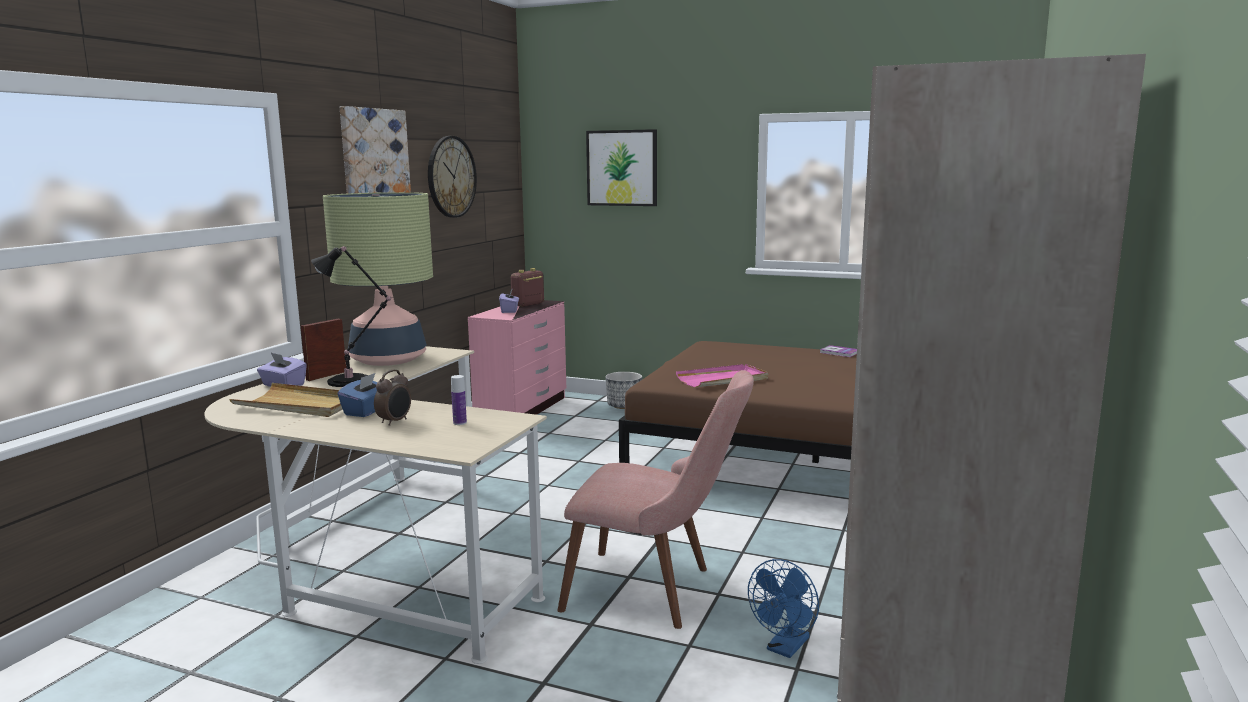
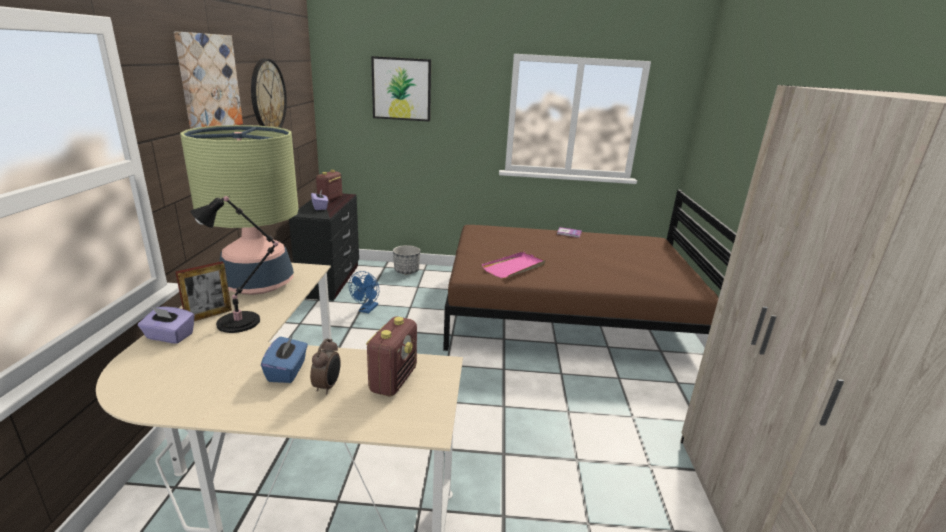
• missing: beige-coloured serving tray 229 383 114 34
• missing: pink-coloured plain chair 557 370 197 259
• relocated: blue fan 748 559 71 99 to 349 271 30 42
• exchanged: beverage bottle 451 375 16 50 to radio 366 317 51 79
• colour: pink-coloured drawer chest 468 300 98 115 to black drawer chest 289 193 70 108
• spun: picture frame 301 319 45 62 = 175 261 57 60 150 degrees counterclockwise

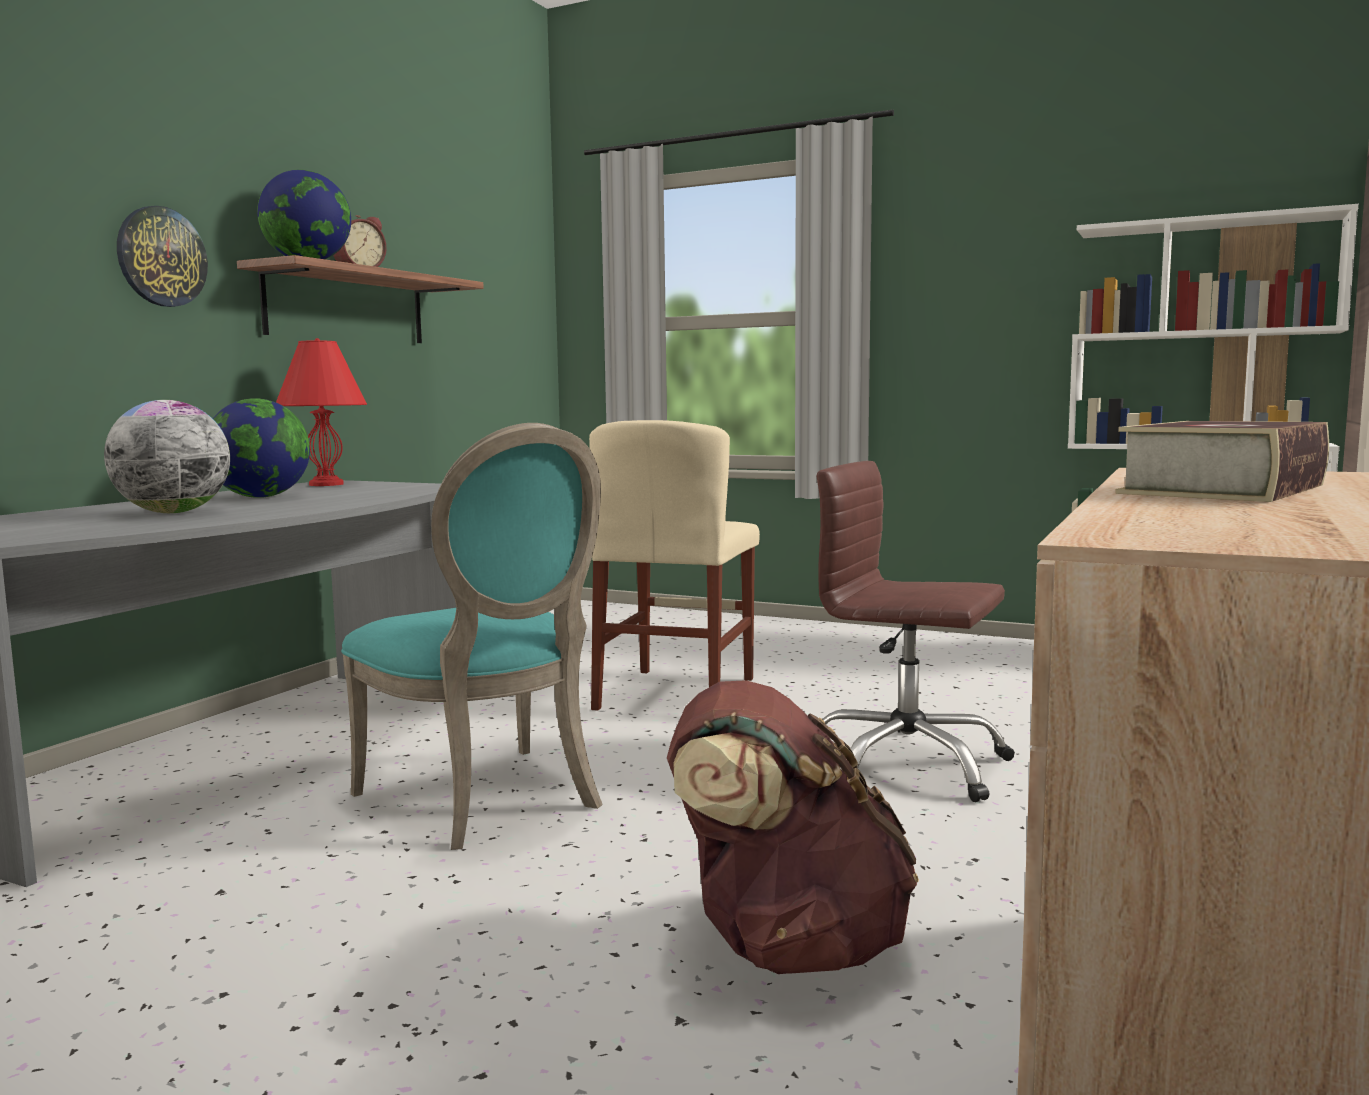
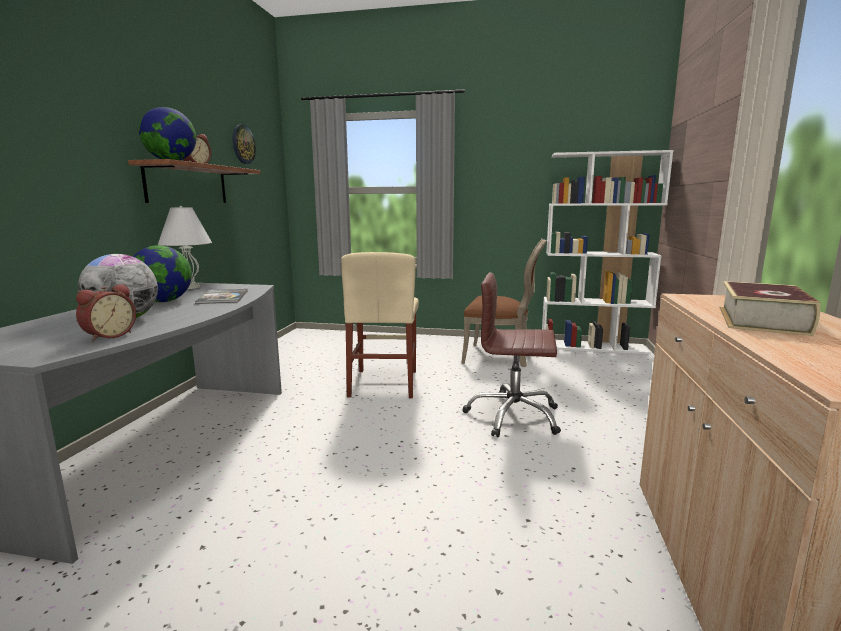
• missing: turquoise plain chair 341 423 262 427
• missing: brownish rucksack 667 680 252 294
• appeared: alarm clock 76 284 60 58
• appeared: volume 195 289 53 15
• appeared: brownish plain chair 461 239 86 128
• relocated: hanging clock 117 206 91 101 to 233 124 23 40
• colour: red-coloured lamp for a table 276 338 91 148 to whitish lamp for a table 157 206 55 83

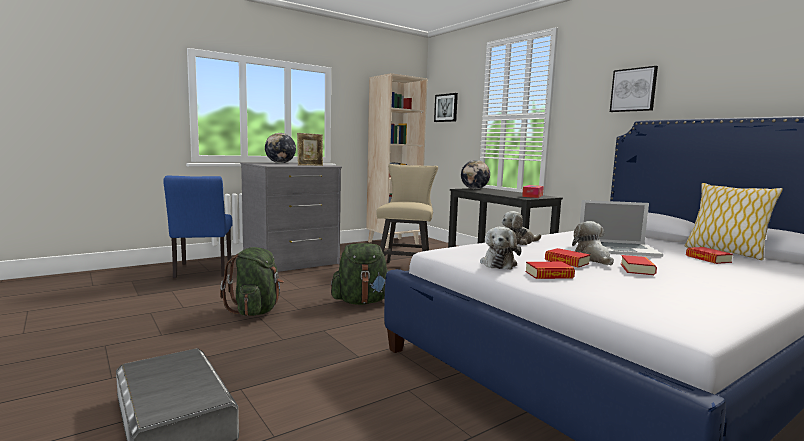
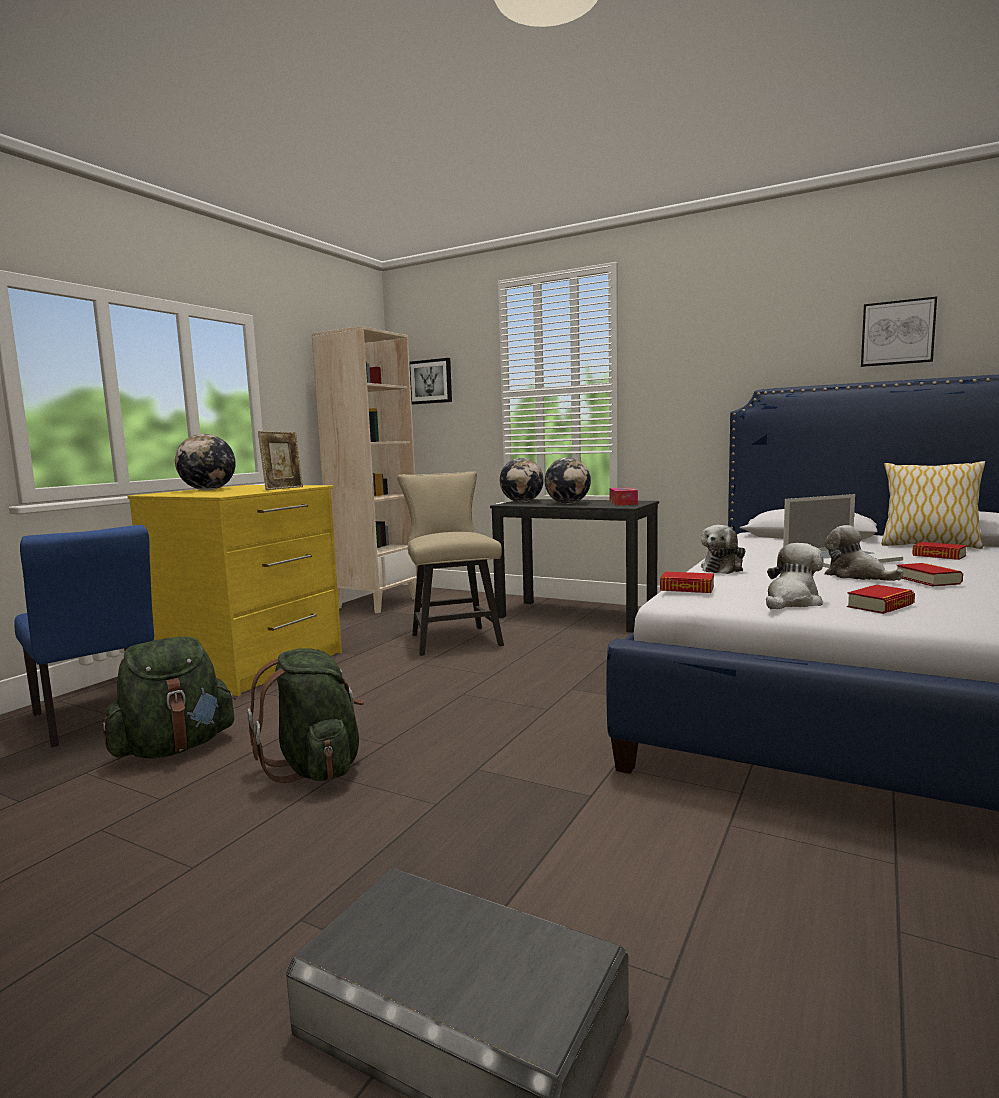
• appeared: globe 545 457 46 47
• relocated: green-coloured rucksack 331 243 58 62 to 103 636 132 122
• relocated: volume 545 248 45 20 to 660 571 54 22
• relocated: wall picture 610 66 48 46 to 861 296 76 71
• colour: greyish drawer chest 240 163 102 109 to yellowish drawer chest 127 485 215 211
• spun: soft toy 480 227 42 43 = 766 543 57 66 120 degrees counterclockwise

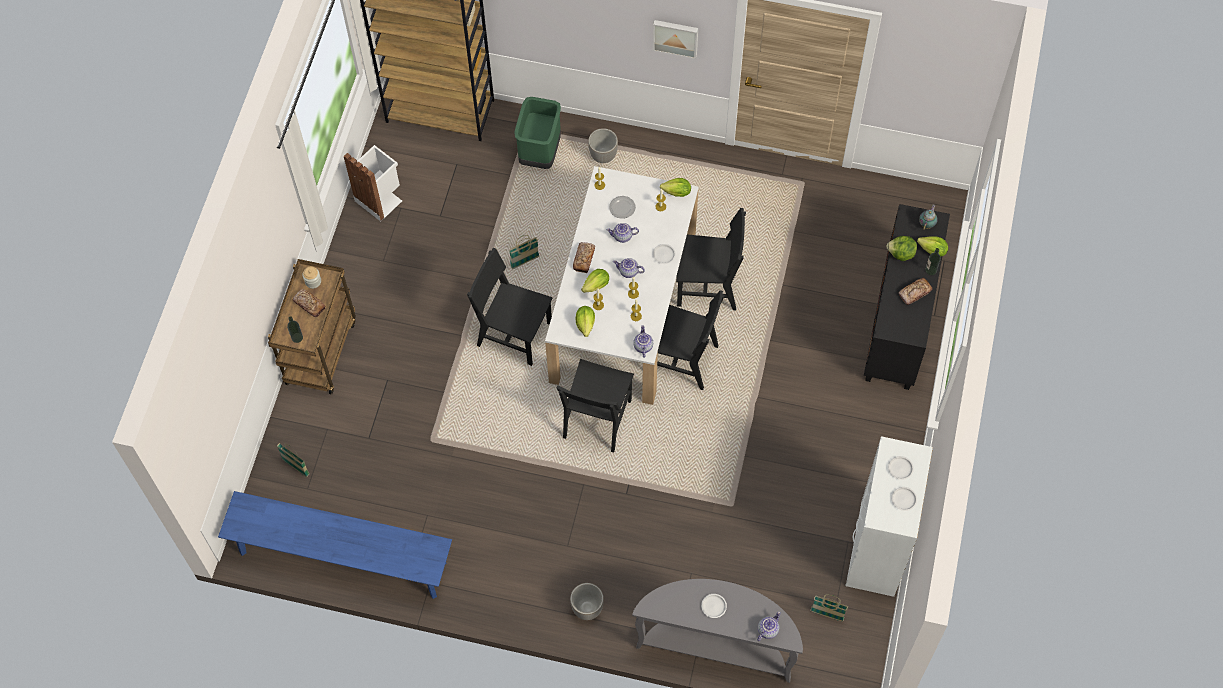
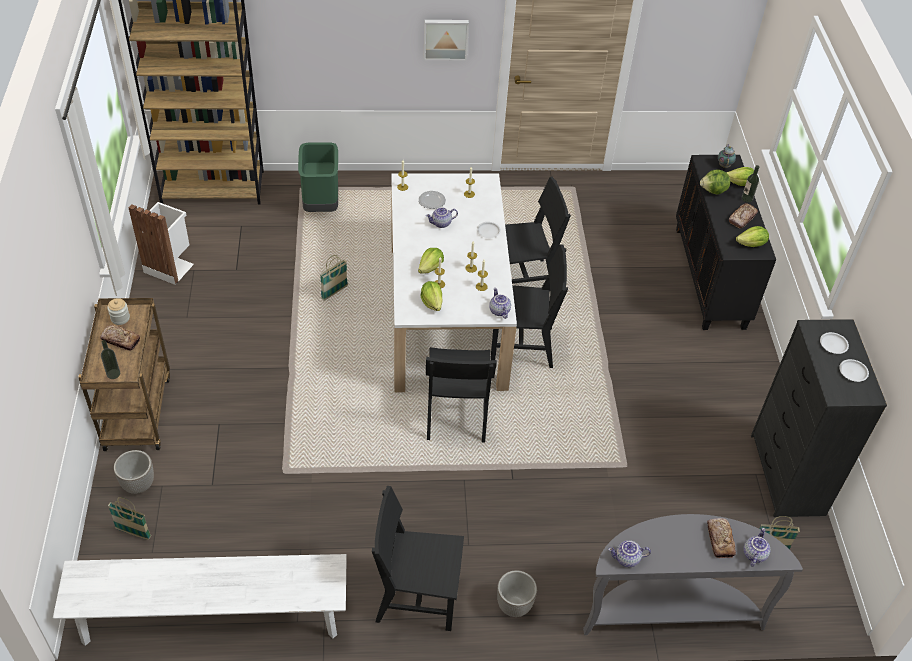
• missing: whitish dinner plate 701 594 26 24
• relocated: black plain chair 467 248 85 118 to 372 486 92 145
• relocated: bread 573 242 22 31 to 707 518 29 40
• relocated: planter 588 128 30 35 to 114 450 40 44
• relocated: teapot 613 258 32 20 to 608 540 43 27
• relocated: lettuce 660 178 31 19 to 736 226 33 21
• colour: blue indoor bench 218 491 234 108 to whitish indoor bench 53 554 294 92
• colour: whitish drawer chest 846 436 87 161 to black drawer chest 751 319 136 198

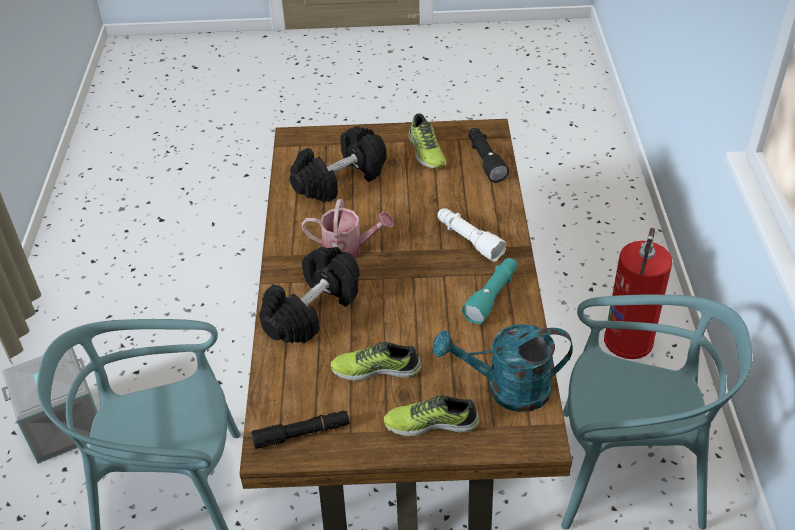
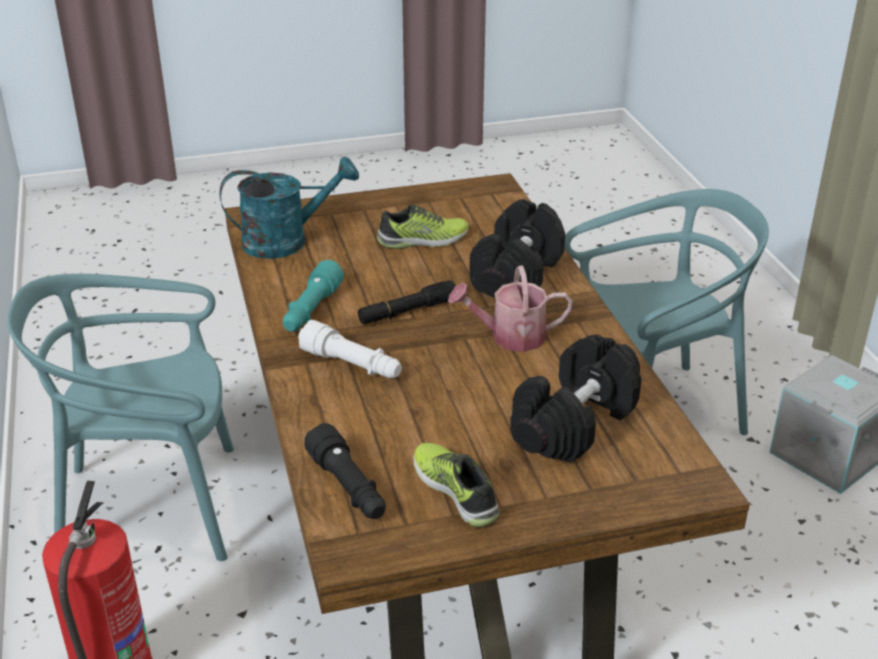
• missing: low shoe 384 395 95 42
• relocated: black torch 251 411 99 38 to 358 280 98 44

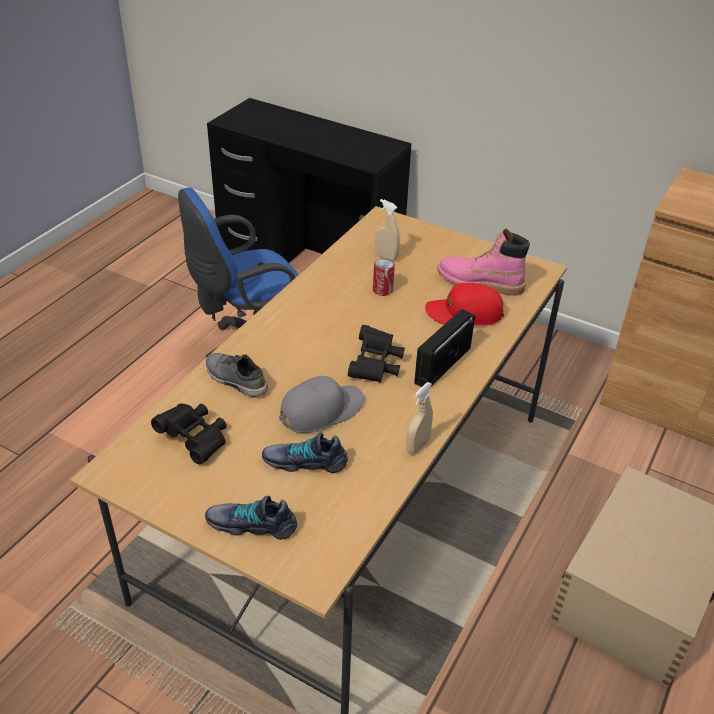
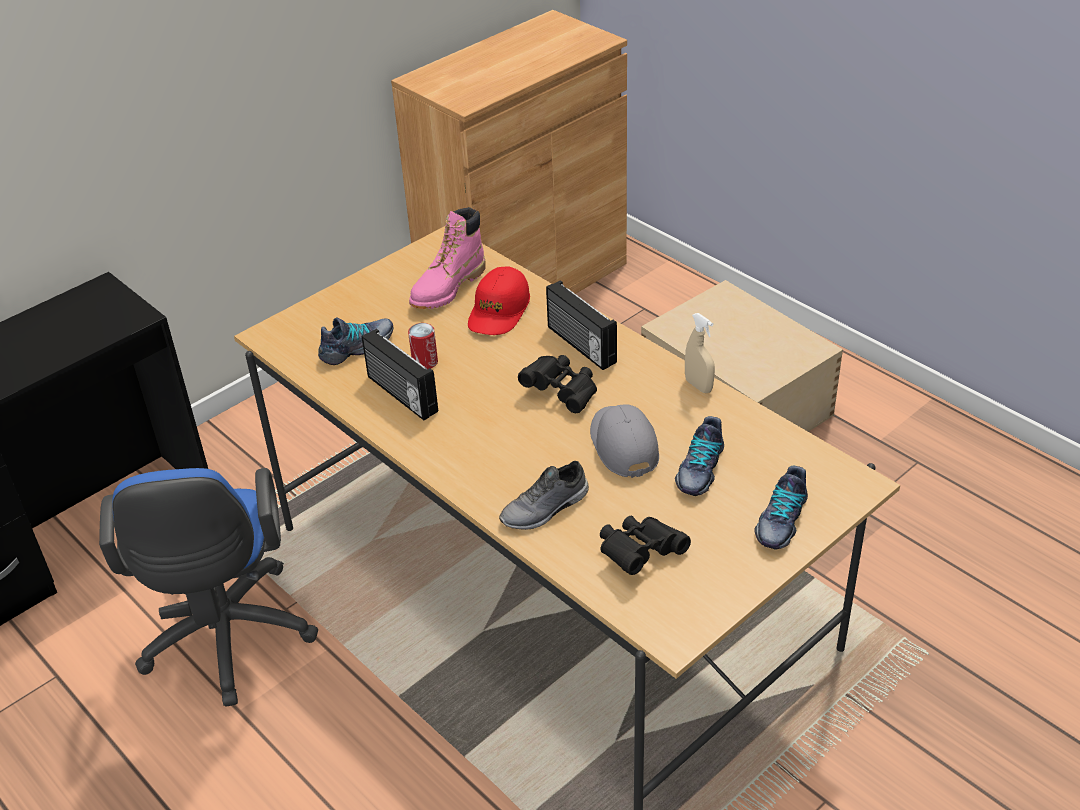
• appeared: radio 362 329 76 91
• exchanged: beige-coloured spray bottle 375 199 25 63 to low shoe 318 318 75 47

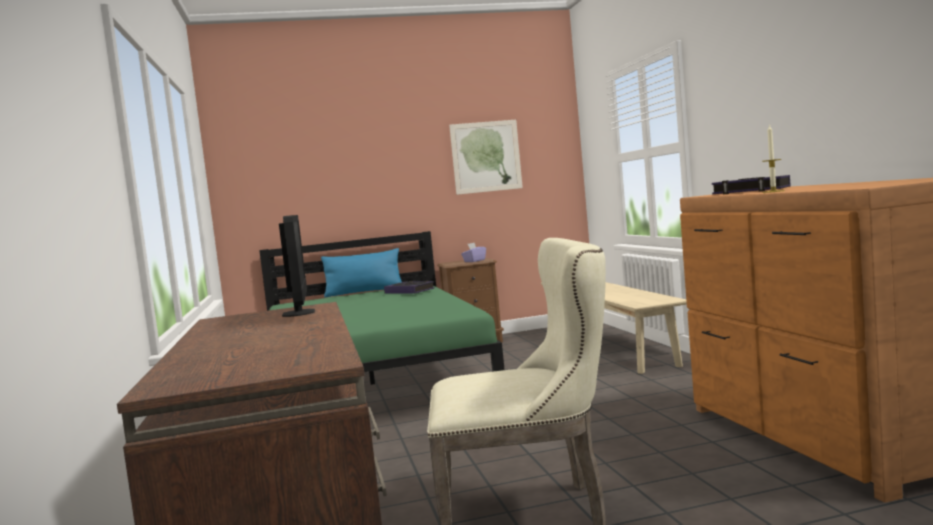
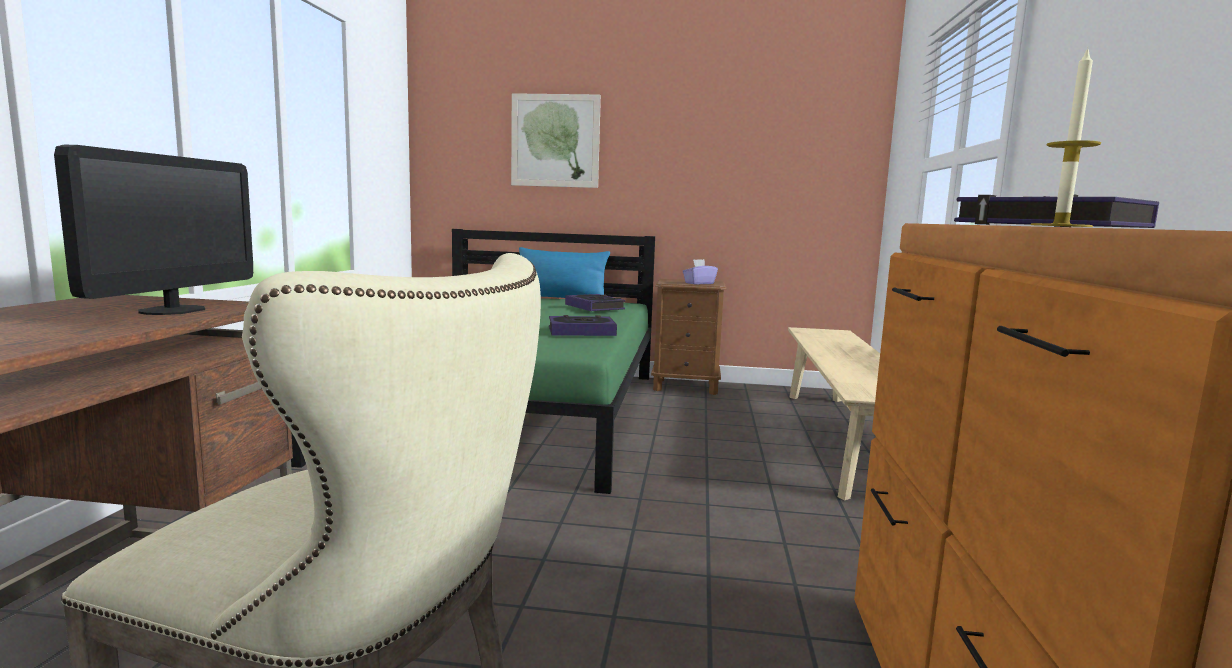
• appeared: volume 549 315 68 21
• relocated: wall picture 449 120 74 75 to 511 93 90 95

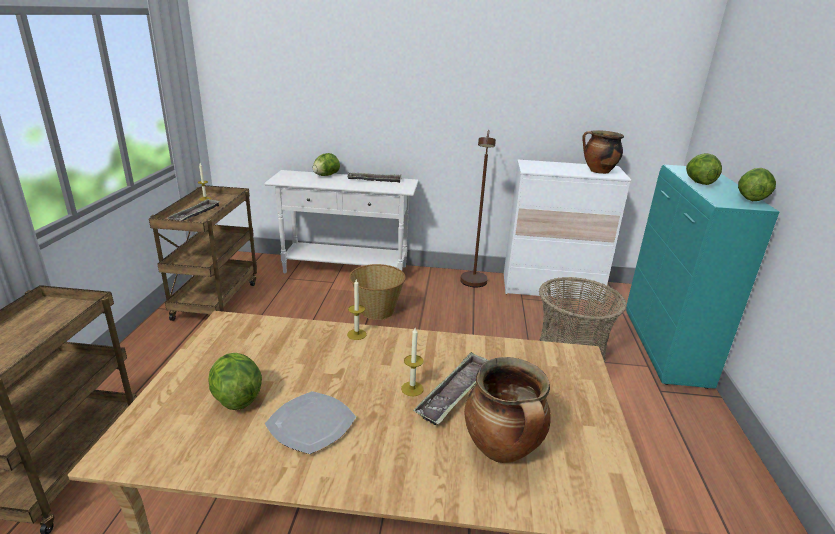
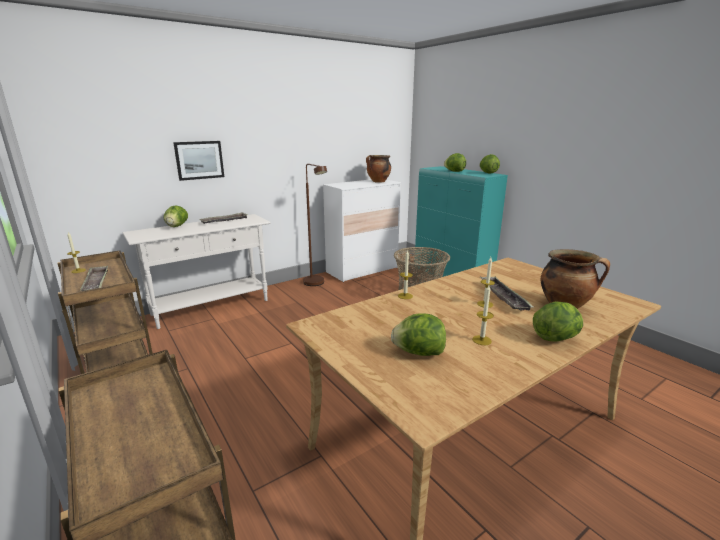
• missing: storage basket 349 264 57 56
• appeared: wall picture 173 141 51 40
• appeared: lettuce 533 301 50 40
• exchanged: dinner plate 265 391 91 63 to wax light 472 285 22 60

